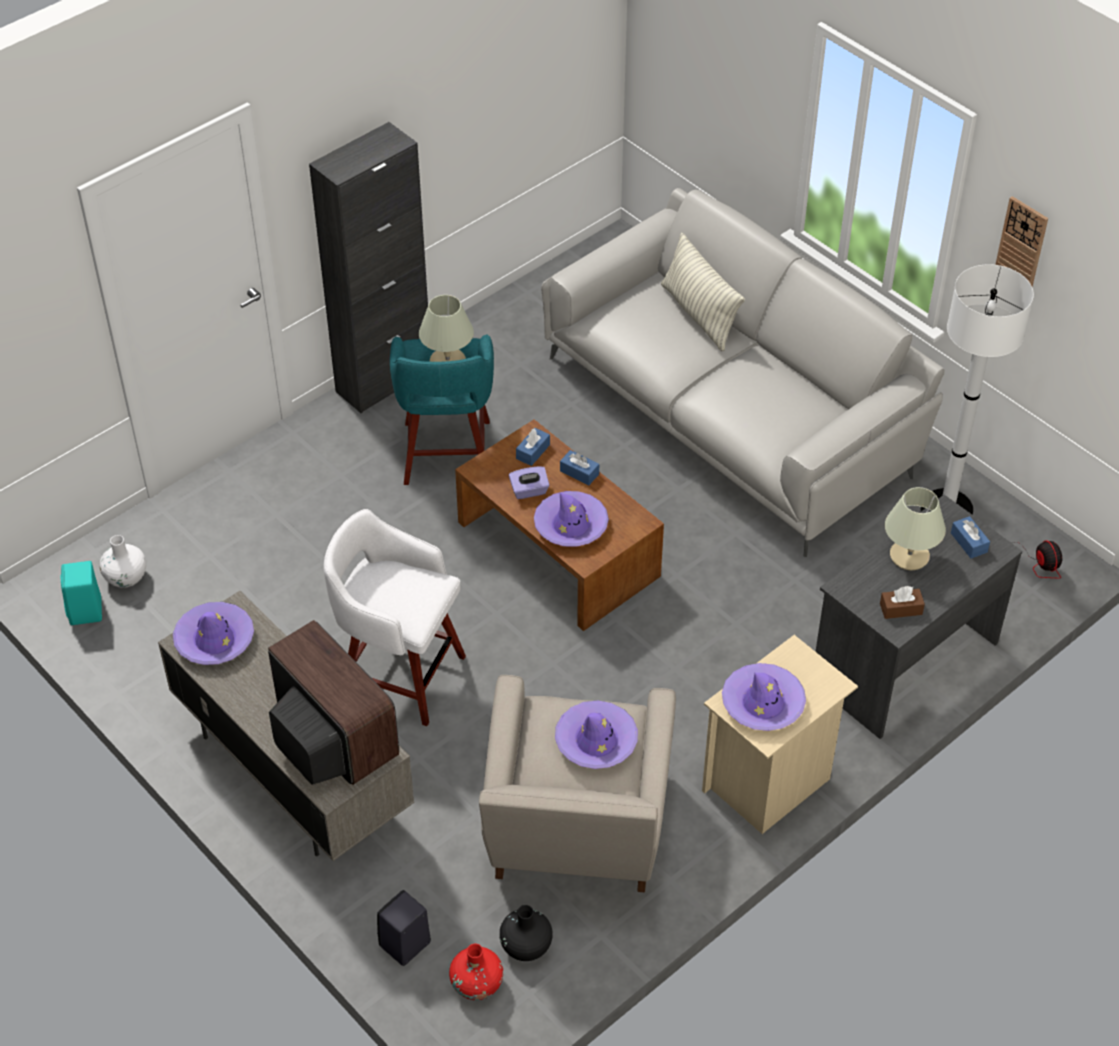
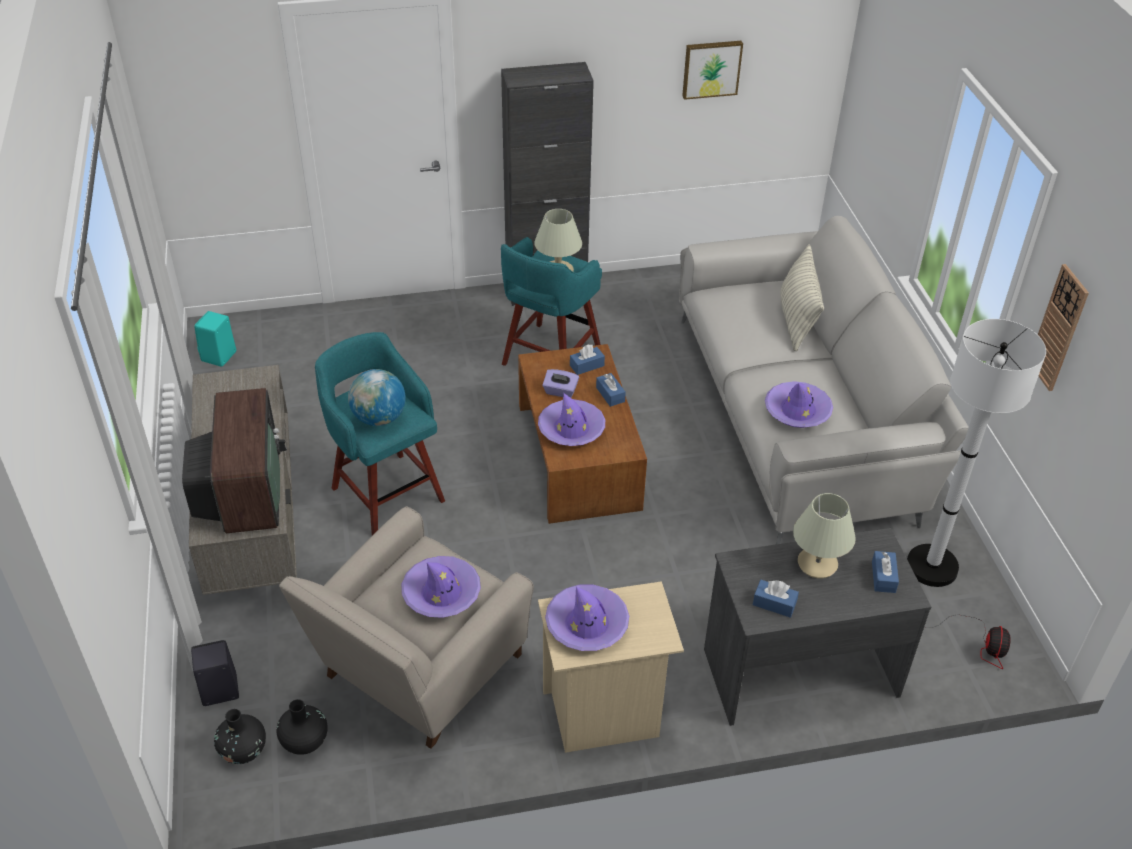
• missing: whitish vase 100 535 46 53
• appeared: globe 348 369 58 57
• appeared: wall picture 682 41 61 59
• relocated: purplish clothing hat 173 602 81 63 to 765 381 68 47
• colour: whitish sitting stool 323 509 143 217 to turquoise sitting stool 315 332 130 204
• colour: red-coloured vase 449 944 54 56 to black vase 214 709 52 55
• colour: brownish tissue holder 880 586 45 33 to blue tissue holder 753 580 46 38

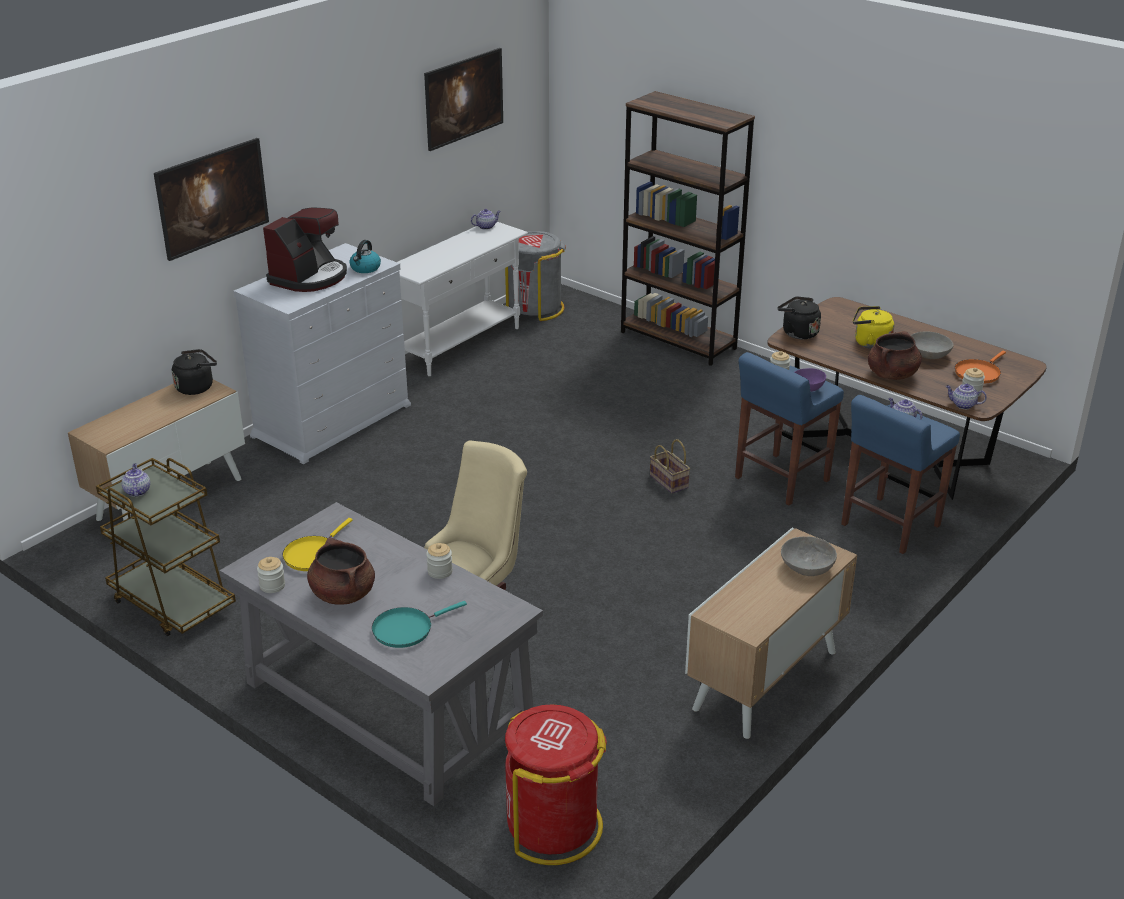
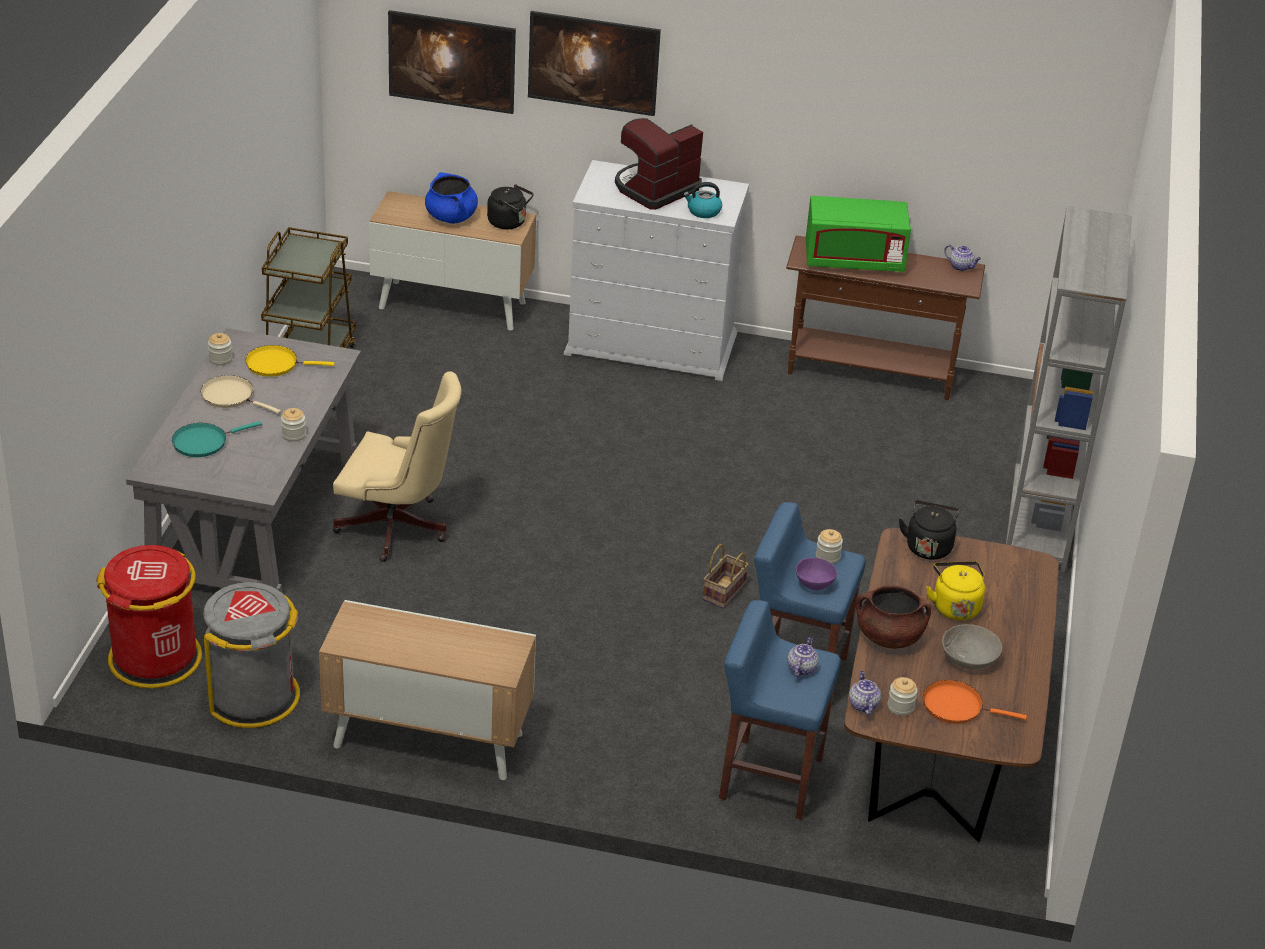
• missing: teapot 121 464 29 33
• missing: greyish bowl 781 536 56 40
• appeared: blue stockpot 425 172 53 52
• appeared: green-coloured microwave 806 196 105 76
• relocated: wall picture 424 48 79 103 to 388 10 128 104
• relocated: greyish waste bin 505 231 61 90 to 203 582 97 146
• exchanged: brownish stockpot 307 538 68 67 to beige-coloured frying pan 201 375 80 39
• colour: whitish narrow table 397 222 131 154 to brownish narrow table 786 235 199 165
• colour: brownish shelving unit 621 91 134 275 to greyish shelving unit 1006 206 126 367
• spun: coffee brewer 263 207 84 85 = 615 118 88 92 135 degrees clockwise
• spun: turquoise frying pan 372 601 95 47 = 172 421 90 36 60 degrees counterclockwise

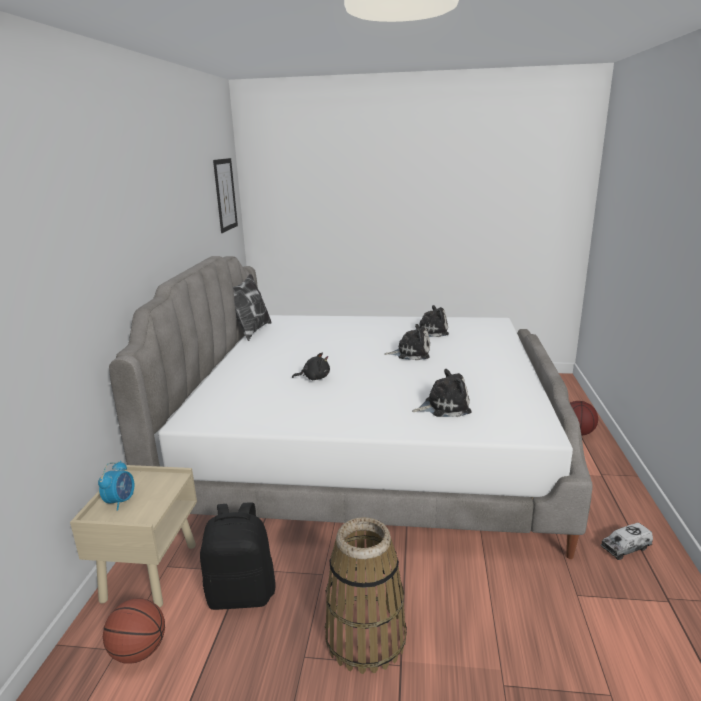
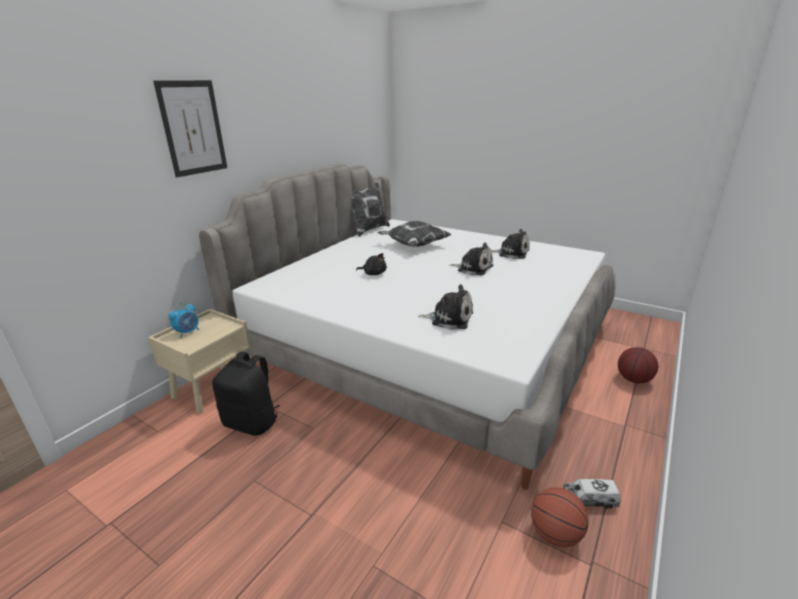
• missing: storage basket 325 517 82 157
• appeared: throw pillow 378 221 74 26
• relocated: basketball ball 103 598 62 66 to 531 487 58 60
• relocated: wall picture 213 158 25 75 to 153 80 74 98

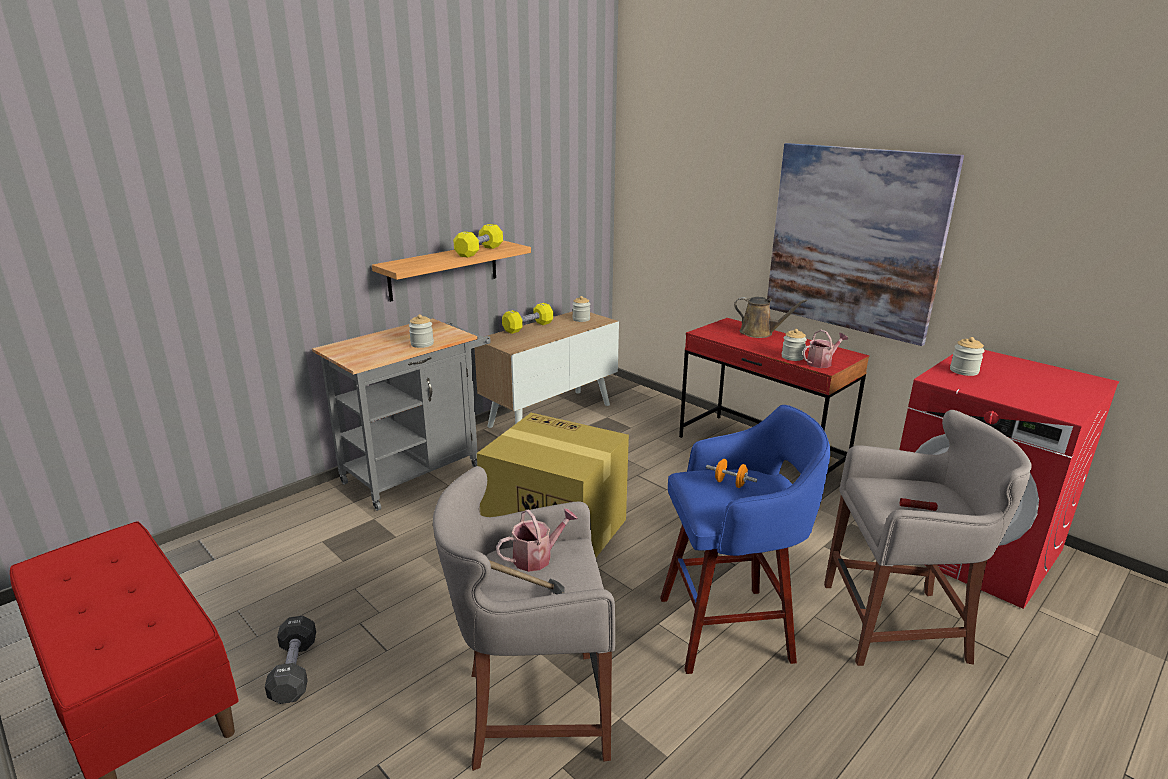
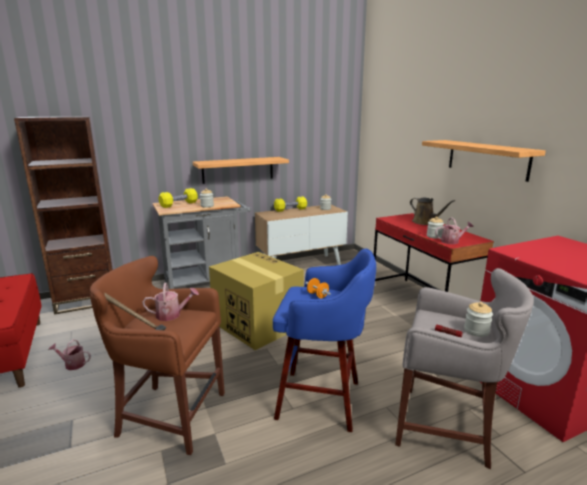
• appeared: brownish shelving unit 14 116 99 199
• relocated: yellowish dumbbell 453 224 50 34 to 158 188 40 20
• relocated: storage jar 950 337 35 39 to 464 302 29 35
• exchanged: black dumbbell 265 616 51 88 to watering can 48 340 43 30
• exchanged: wall picture 767 143 197 203 to shelf 422 140 124 42
• colour: greyish sitting stool 433 466 182 305 to brownish sitting stool 90 256 135 199

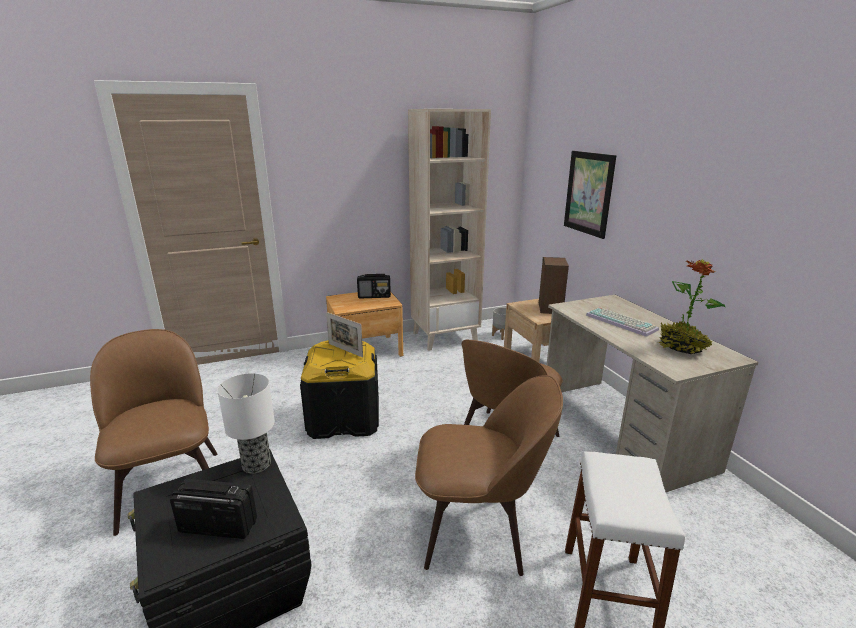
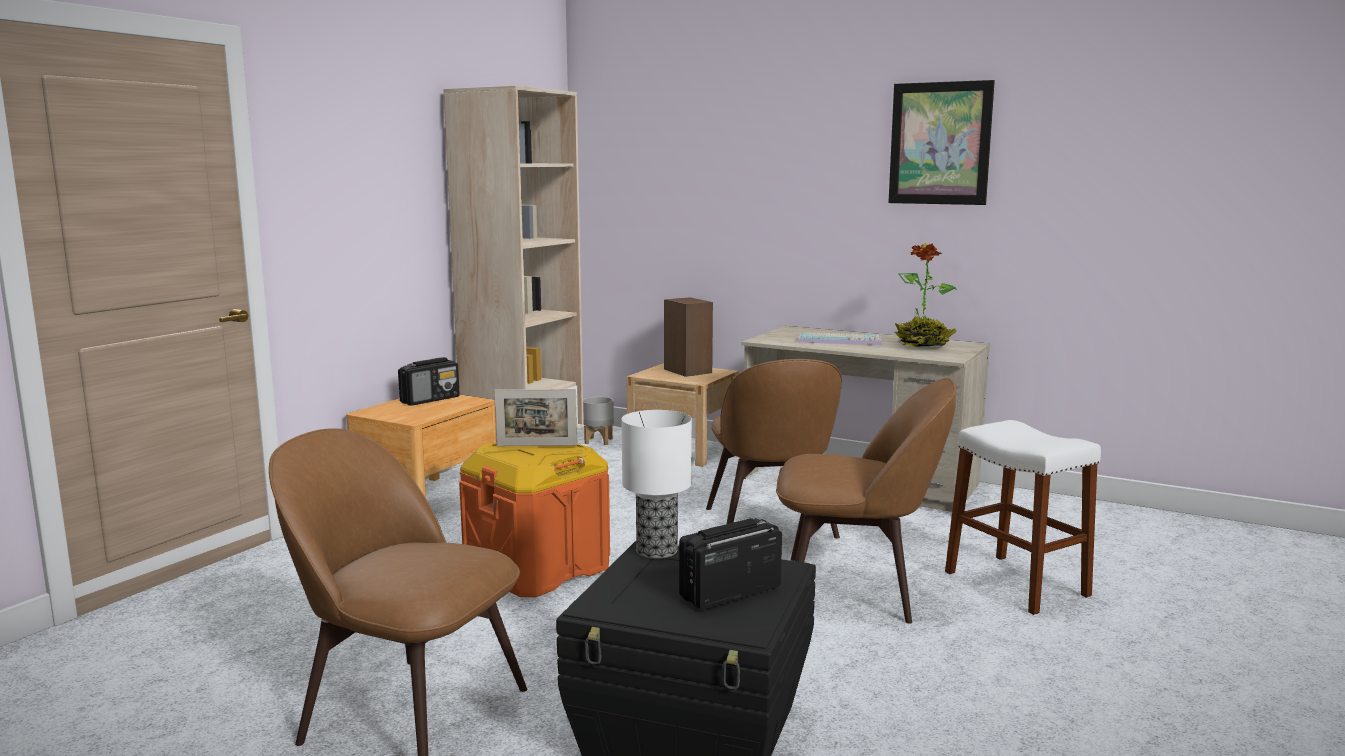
• relocated: wall picture 564 151 52 88 to 888 80 107 125
• colour: black storage box 300 340 79 99 to orange-coloured storage box 459 443 151 154
• spun: brownish plain chair 415 375 148 201 = 776 378 180 246 45 degrees clockwise

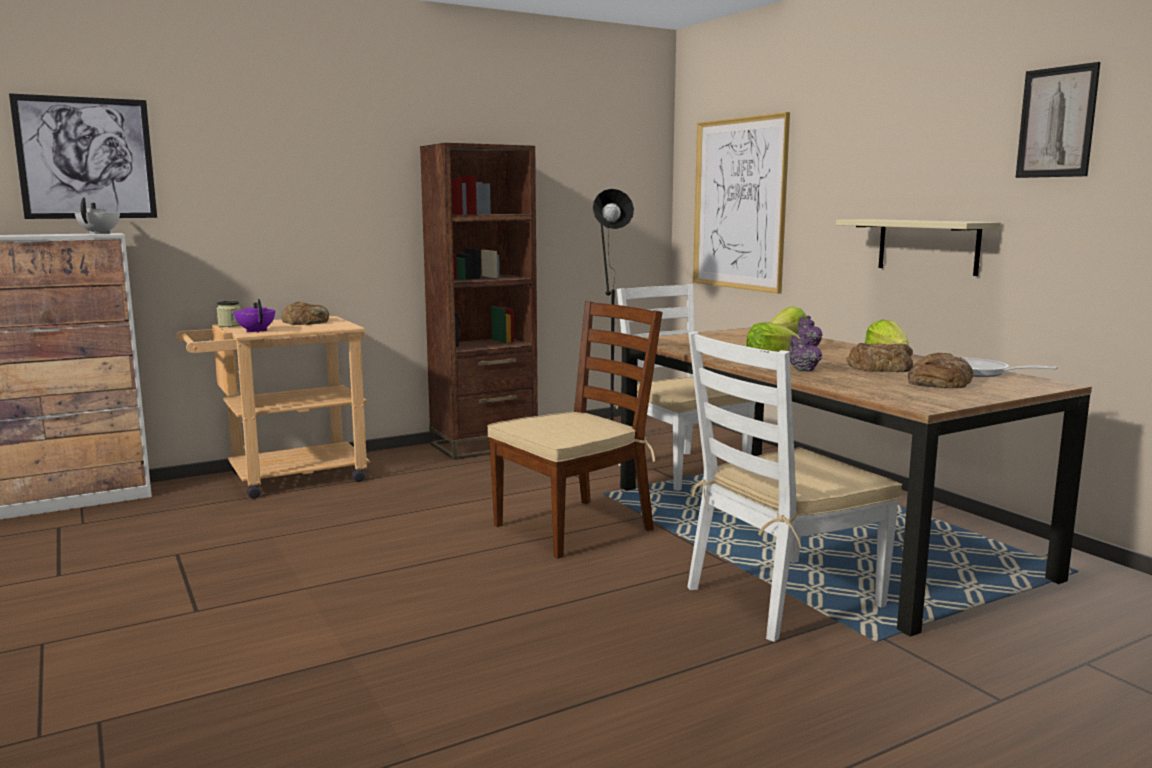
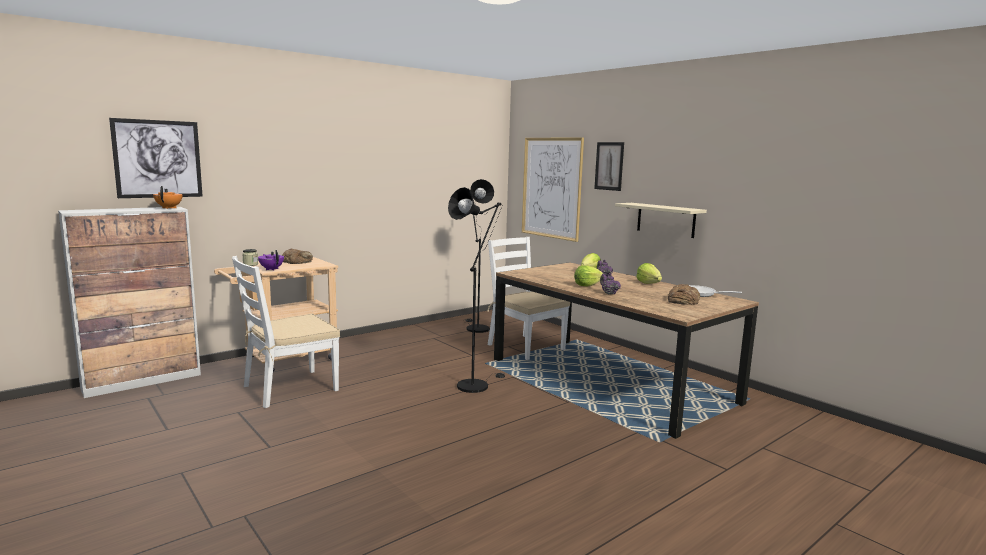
• missing: brownish shelving unit 420 143 118 317
• missing: bread 846 343 67 29
• relocated: whitish plain chair 687 331 215 311 to 232 256 108 152
• relocated: wall picture 1016 62 85 116 to 594 142 30 49
• exchanged: brownish plain chair 487 301 175 257 to black floor lamp 448 187 57 206
• colour: whitish teapot 74 197 46 37 to orange-coloured teapot 153 186 30 23

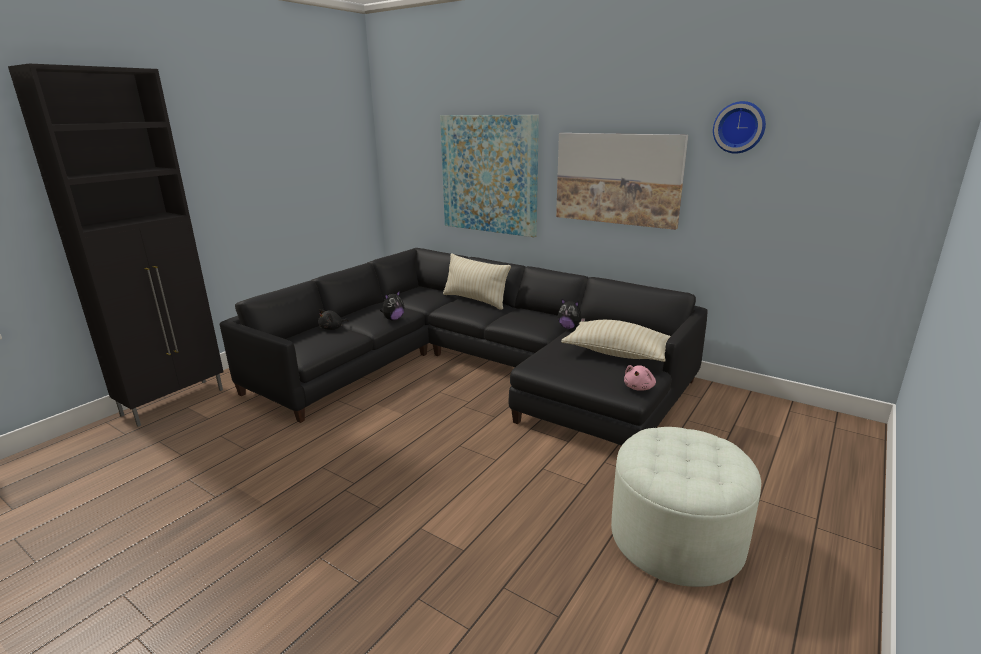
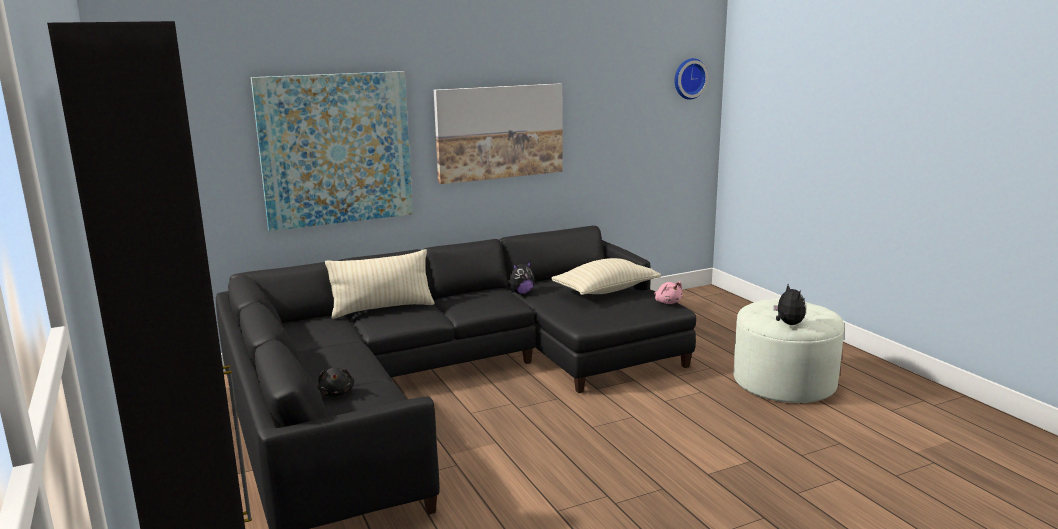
• relocated: soft toy 380 290 25 30 to 774 284 32 41
• relocated: hanging clock 713 101 53 53 to 675 58 34 42

